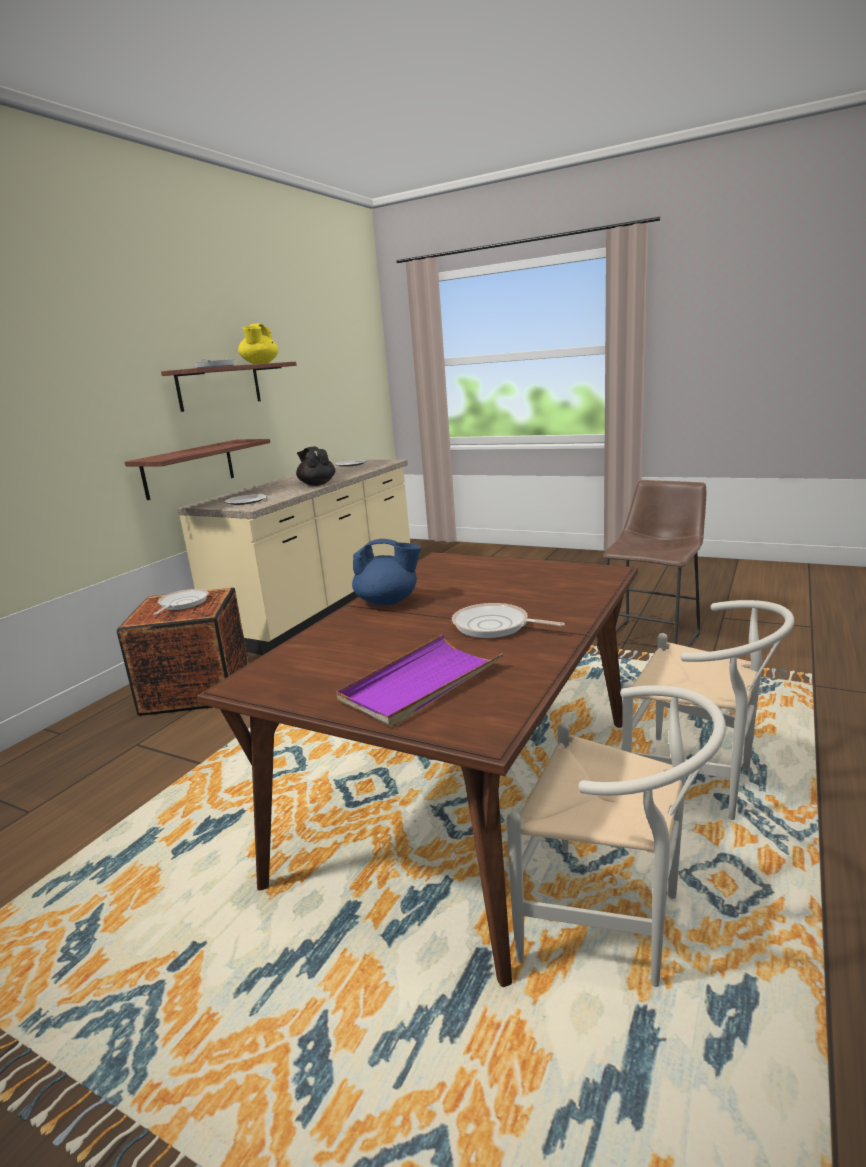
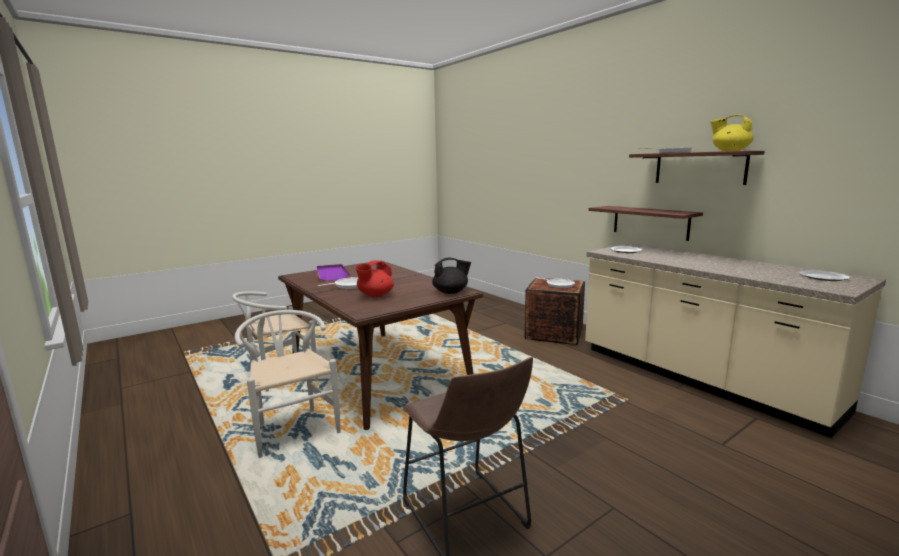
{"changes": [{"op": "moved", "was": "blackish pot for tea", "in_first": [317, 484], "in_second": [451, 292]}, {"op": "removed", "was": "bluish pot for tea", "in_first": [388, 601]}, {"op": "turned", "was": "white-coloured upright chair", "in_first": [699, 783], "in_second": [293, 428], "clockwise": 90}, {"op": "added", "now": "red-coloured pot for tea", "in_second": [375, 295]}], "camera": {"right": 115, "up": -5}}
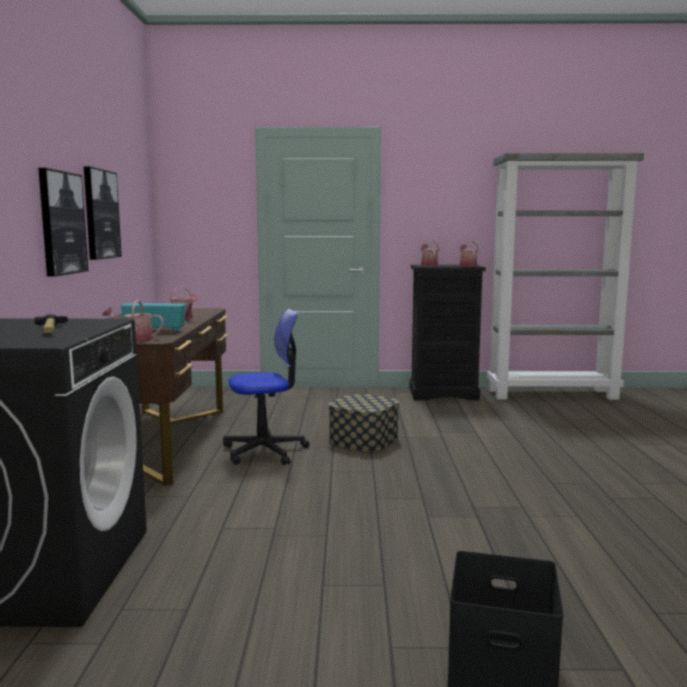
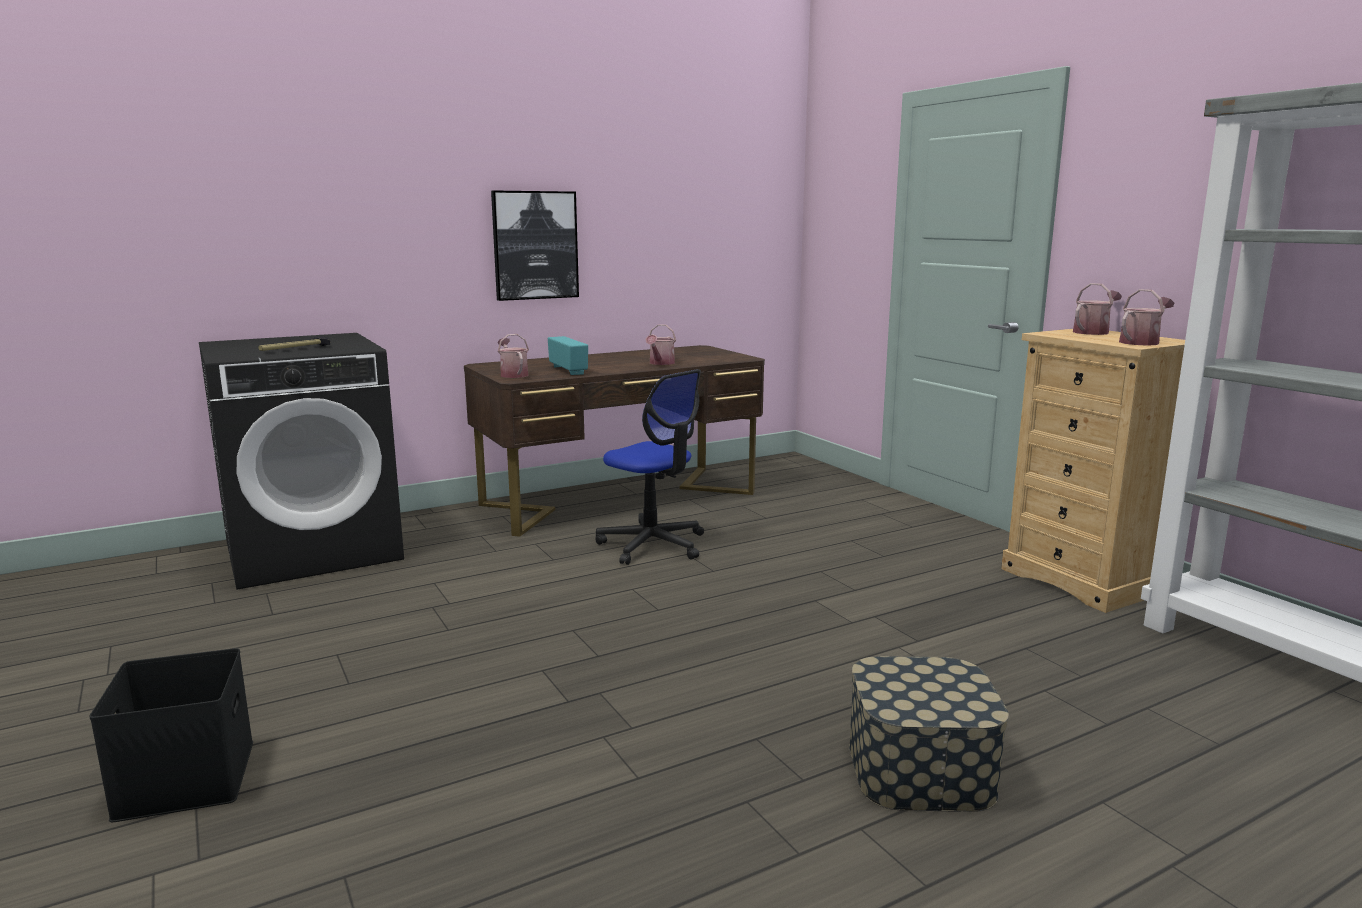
{"changes": [{"op": "removed", "was": "wall art", "in_first": [100, 214]}, {"op": "moved", "was": "storage container", "in_first": [364, 440], "in_second": [920, 768]}, {"op": "recoloured", "was": "blackish chest of drawers", "now": "beige-coloured chest of drawers", "in_first": [443, 394], "in_second": [1081, 581]}], "camera": {"right": 60, "up": 5}}
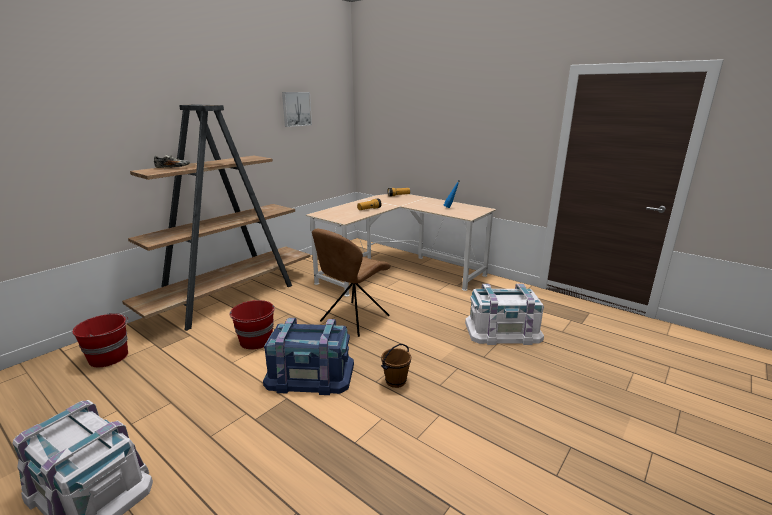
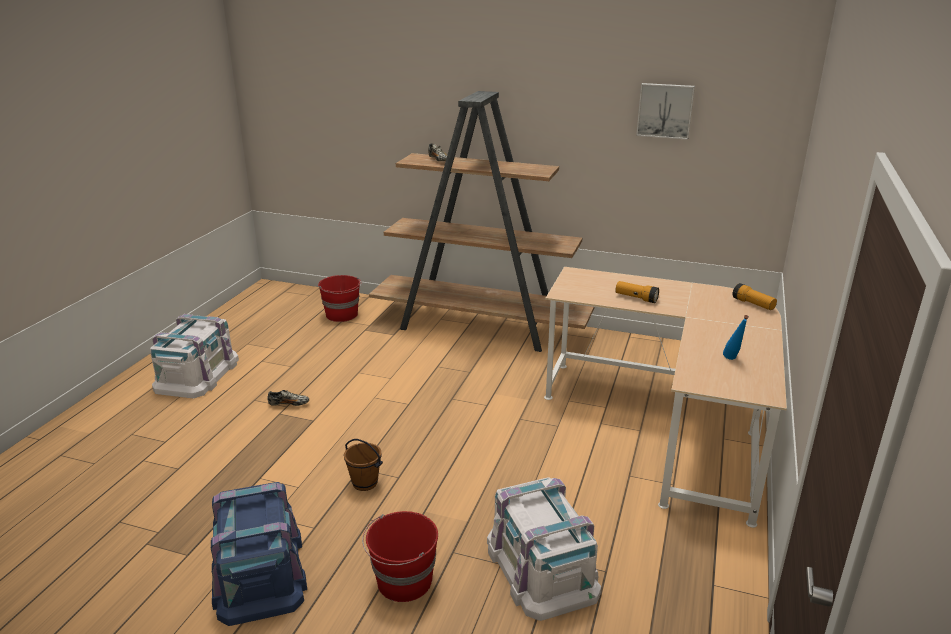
{"changes": [{"op": "moved", "was": "red-coloured pail", "in_first": [256, 340], "in_second": [403, 581]}, {"op": "moved", "was": "bluish storage container", "in_first": [310, 375], "in_second": [258, 572]}, {"op": "removed", "was": "brown-coloured upright chair", "in_first": [353, 319]}, {"op": "added", "now": "shoe", "in_second": [289, 404]}], "camera": {"right": 70, "up": 5}}
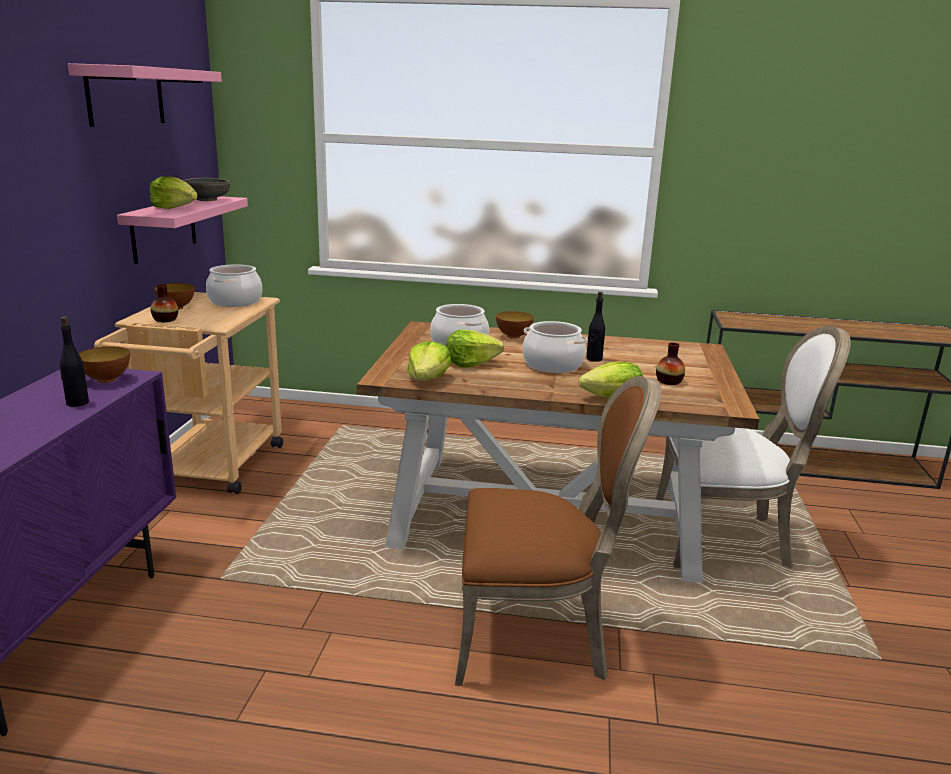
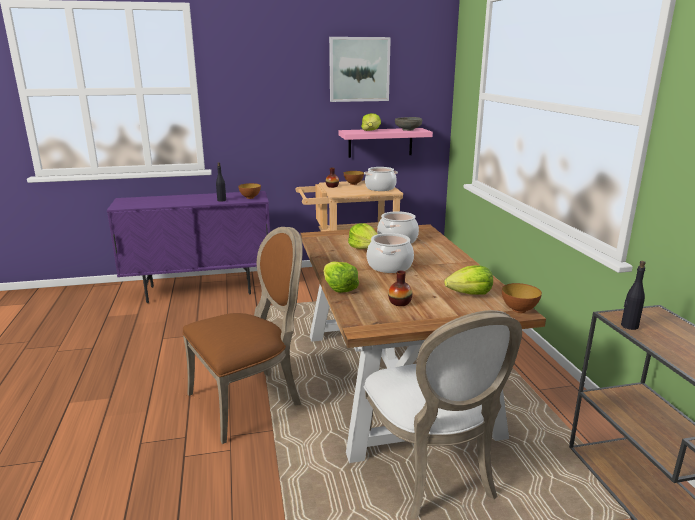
{"changes": [{"op": "replaced", "was": "pinkish shelf", "now": "wall art", "in_first": [125, 96], "in_second": [359, 69]}, {"op": "moved", "was": "lettuce", "in_first": [428, 379], "in_second": [470, 294]}, {"op": "turned", "was": "brown-coloured upright chair", "in_first": [536, 636], "in_second": [250, 400], "clockwise": -105}, {"op": "moved", "was": "deep dish", "in_first": [513, 336], "in_second": [519, 310]}, {"op": "moved", "was": "blackish drink bottle", "in_first": [594, 359], "in_second": [629, 326]}], "camera": {"right": 70, "up": 0}}
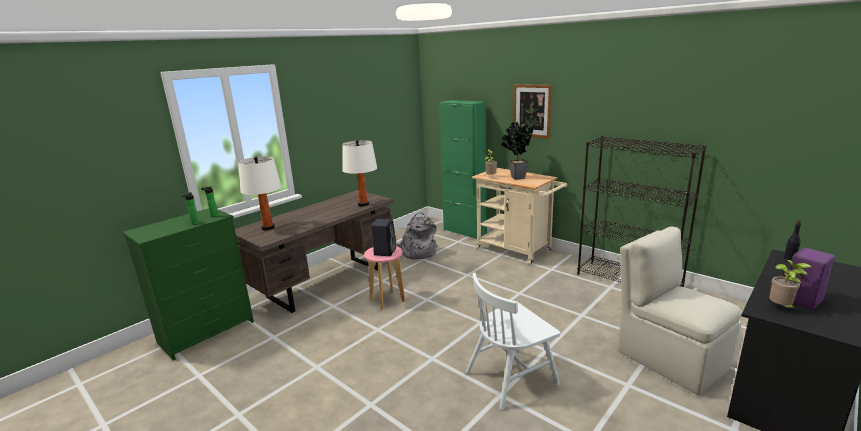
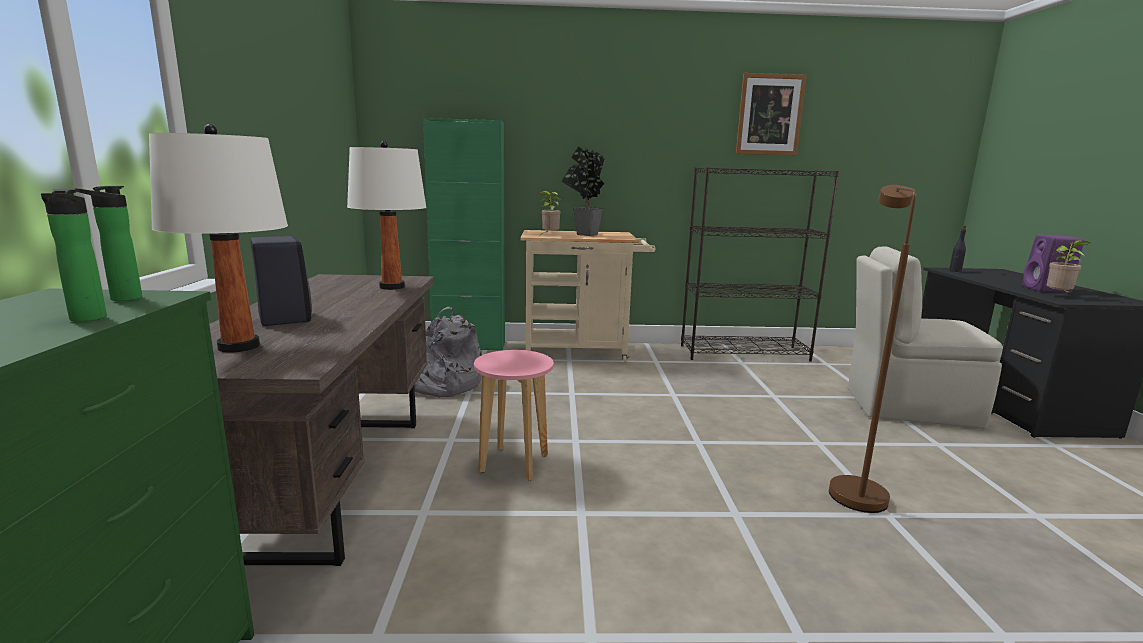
{"changes": [{"op": "moved", "was": "blackish audio speaker", "in_first": [385, 252], "in_second": [284, 318]}, {"op": "replaced", "was": "white-coloured upright chair", "now": "brown-coloured standard lamp", "in_first": [511, 377], "in_second": [855, 489]}, {"op": "moved", "was": "wall art", "in_first": [532, 111], "in_second": [770, 115]}], "camera": {"right": -45, "up": -5}}
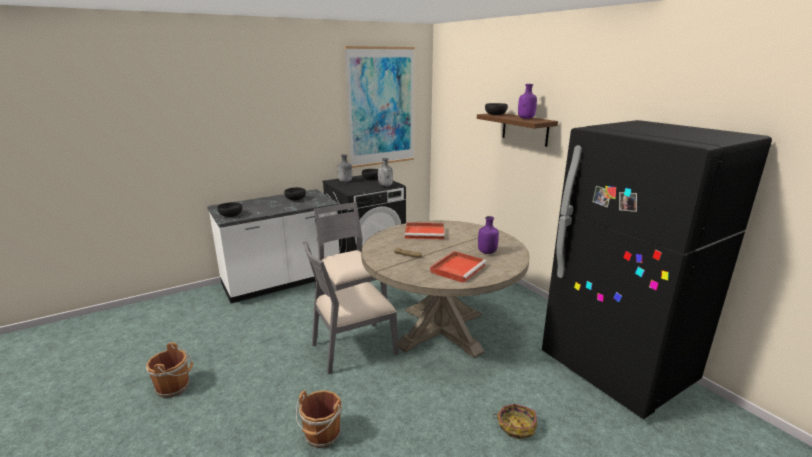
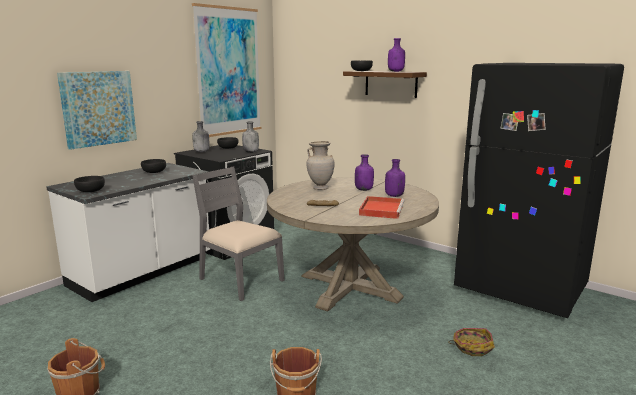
{"changes": [{"op": "removed", "was": "grey upright chair", "in_first": [353, 348]}, {"op": "replaced", "was": "red-coloured serving tray", "now": "beige-coloured decorative vase", "in_first": [425, 233], "in_second": [320, 188]}, {"op": "added", "now": "wall art", "in_second": [98, 108]}, {"op": "added", "now": "purple drink bottle", "in_second": [364, 190]}], "camera": {"right": -20, "up": -5}}
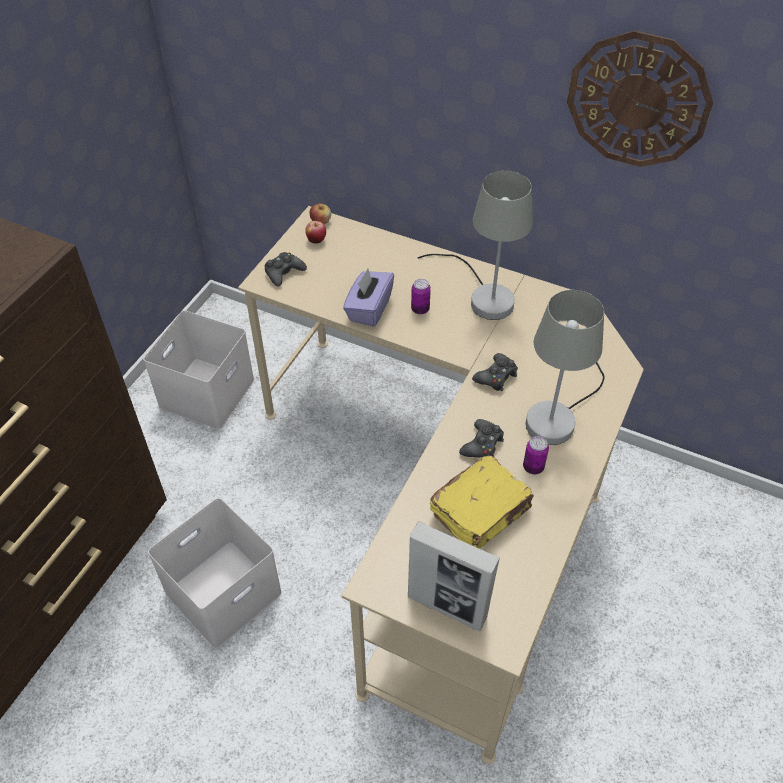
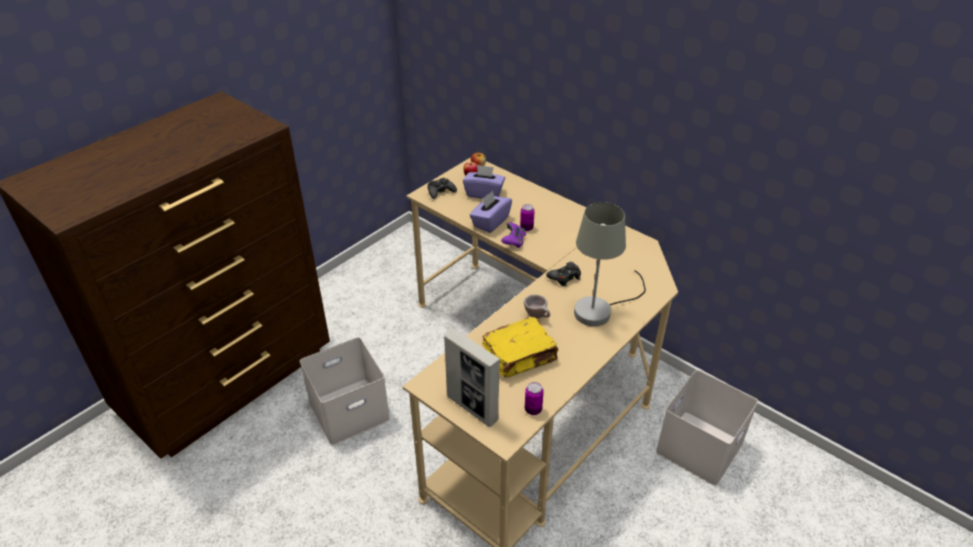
{"changes": [{"op": "moved", "was": "white-coloured storage container", "in_first": [206, 391], "in_second": [698, 446]}, {"op": "removed", "was": "grey lamp for a table", "in_first": [484, 296]}, {"op": "replaced", "was": "blackish gamepad", "now": "beige-coloured small cup", "in_first": [482, 445], "in_second": [538, 316]}, {"op": "moved", "was": "can", "in_first": [533, 467], "in_second": [533, 409]}, {"op": "removed", "was": "hanging clock", "in_first": [638, 100]}, {"op": "added", "now": "purple tissue holder", "in_second": [484, 193]}, {"op": "added", "now": "purple gamepad", "in_second": [513, 242]}], "camera": {"right": 15, "up": -10}}
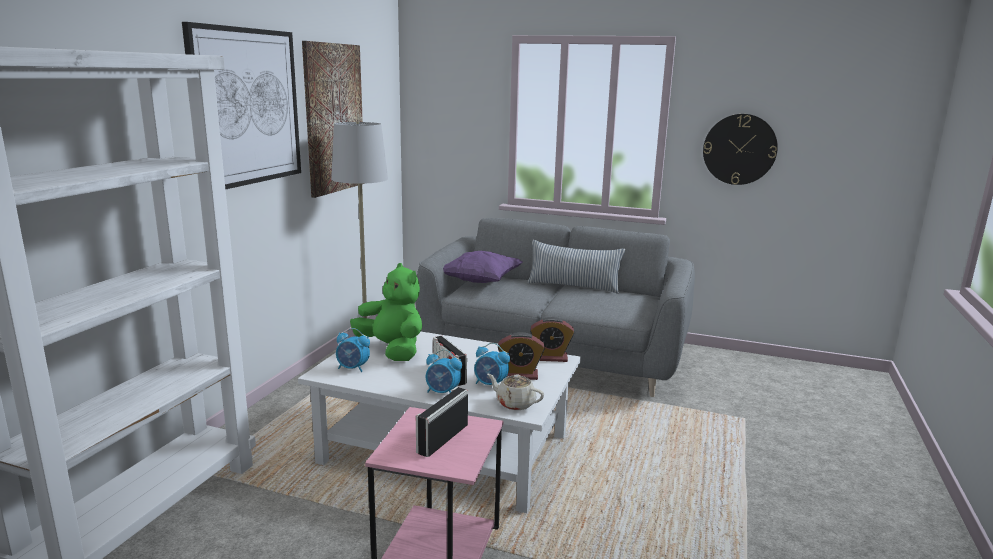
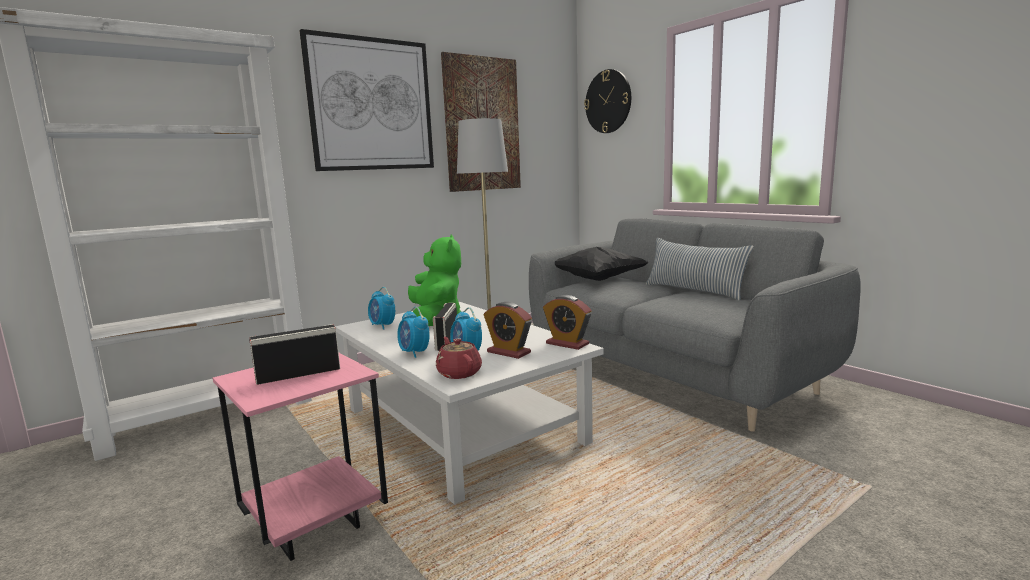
{"changes": [{"op": "recoloured", "was": "purple pillow", "now": "blackish pillow", "in_first": [480, 281], "in_second": [597, 279]}, {"op": "recoloured", "was": "beige-coloured pot for tea", "now": "red-coloured pot for tea", "in_first": [515, 403], "in_second": [459, 373]}, {"op": "moved", "was": "hanging clock", "in_first": [739, 149], "in_second": [608, 101]}], "camera": {"right": 35, "up": -5}}
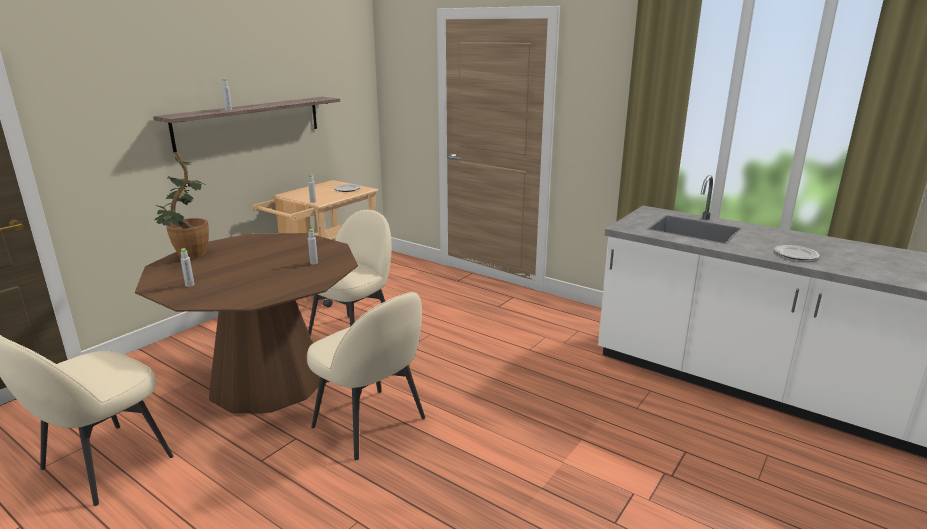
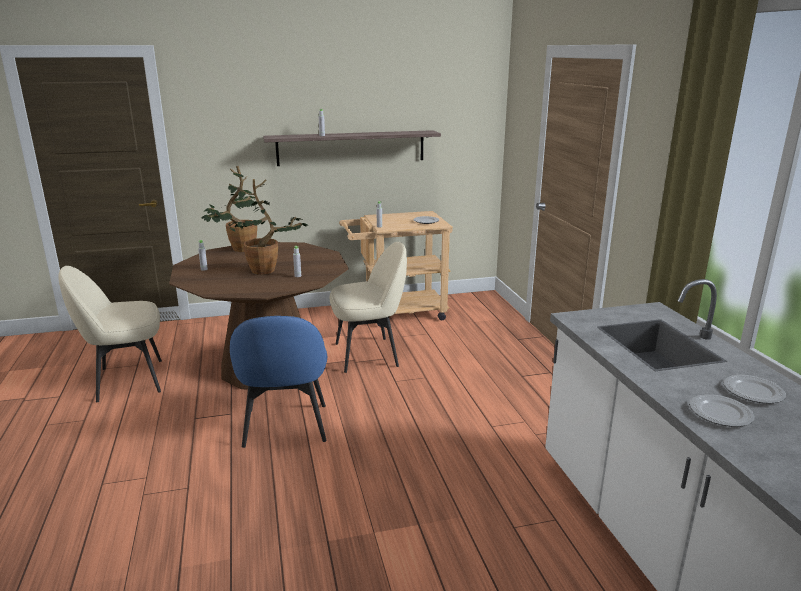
{"changes": [{"op": "recoloured", "was": "beige-coloured upright chair", "now": "bluish upright chair", "in_first": [371, 424], "in_second": [285, 427]}, {"op": "added", "now": "houseplant", "in_second": [269, 270]}, {"op": "added", "now": "plate", "in_second": [752, 392]}], "camera": {"right": 40, "up": 0}}
